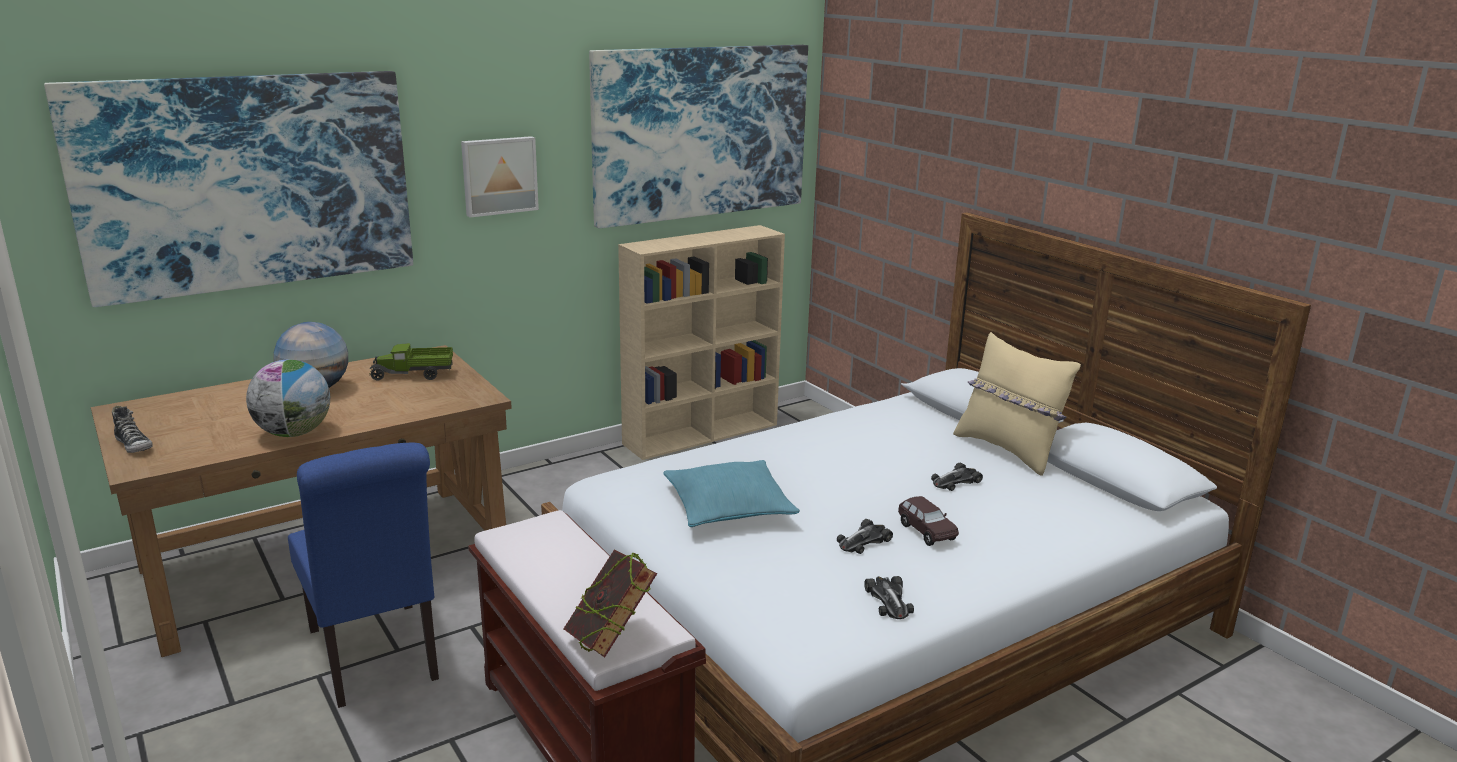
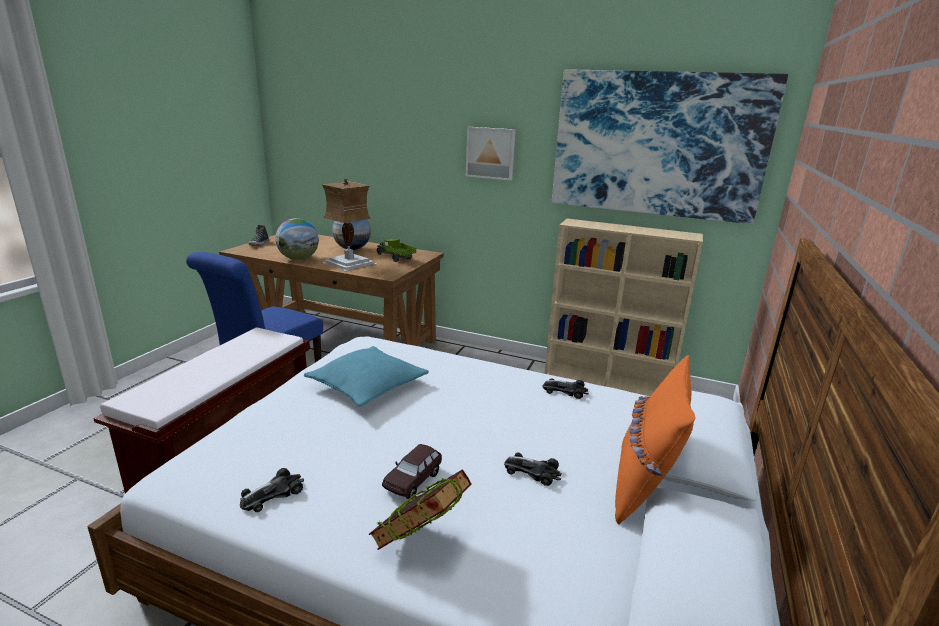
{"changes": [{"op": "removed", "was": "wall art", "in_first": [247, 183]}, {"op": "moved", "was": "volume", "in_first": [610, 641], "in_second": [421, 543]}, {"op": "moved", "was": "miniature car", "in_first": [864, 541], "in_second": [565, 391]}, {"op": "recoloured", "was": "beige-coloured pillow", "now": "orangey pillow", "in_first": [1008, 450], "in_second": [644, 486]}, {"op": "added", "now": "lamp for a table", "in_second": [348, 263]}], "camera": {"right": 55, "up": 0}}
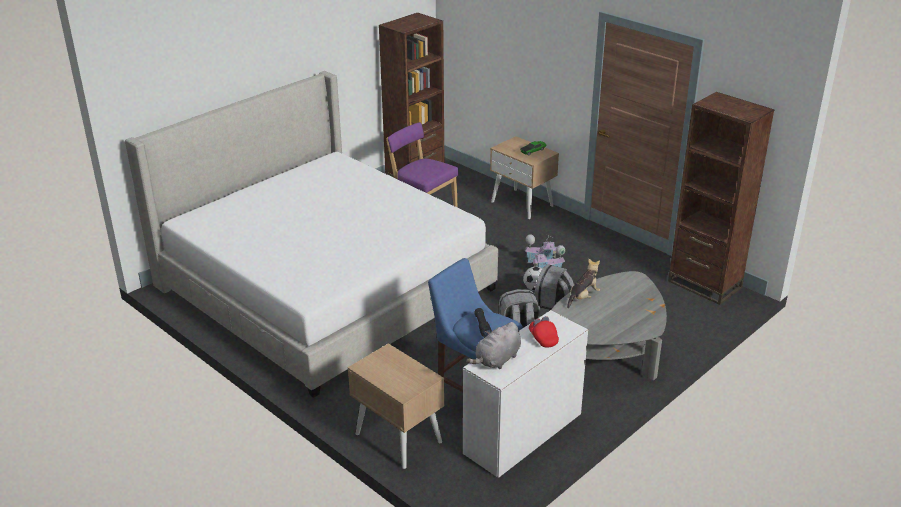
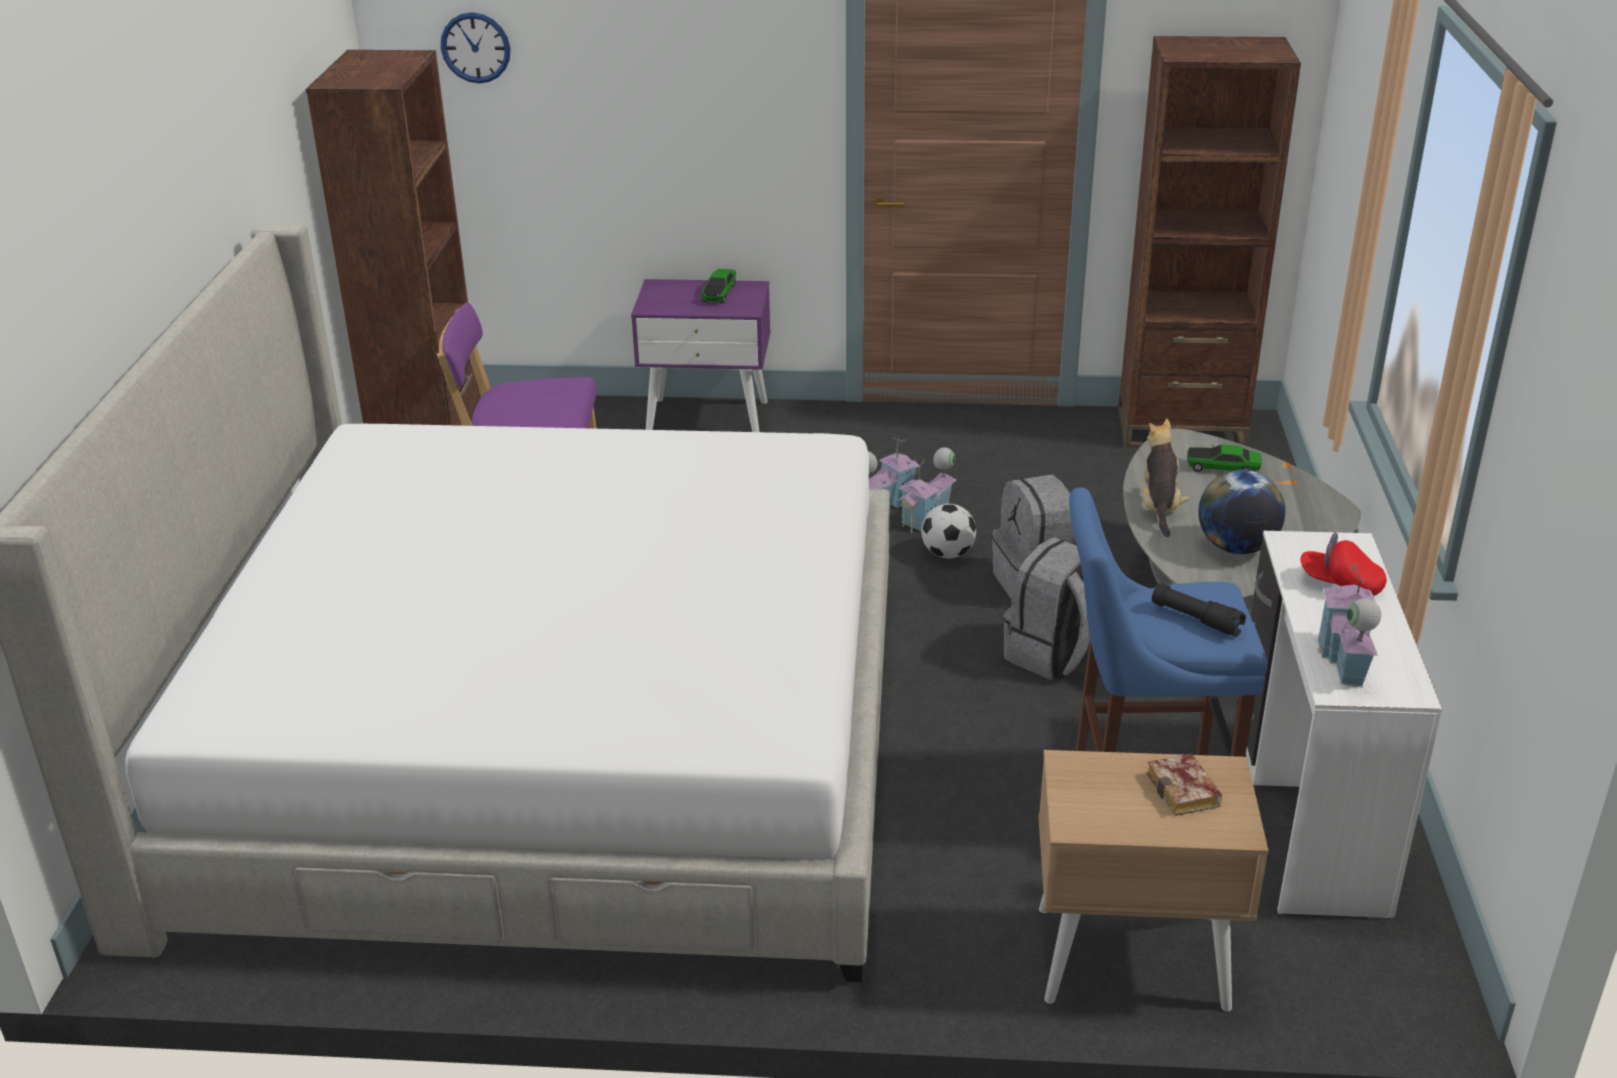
{"changes": [{"op": "replaced", "was": "grey soft toy", "now": "miniature house", "in_first": [497, 360], "in_second": [1344, 661]}, {"op": "recoloured", "was": "beige-coloured nightstand", "now": "purple nightstand", "in_first": [522, 203], "in_second": [708, 418]}, {"op": "added", "now": "hanging clock", "in_second": [475, 47]}, {"op": "added", "now": "volume", "in_second": [1186, 792]}, {"op": "added", "now": "miniature car", "in_second": [1222, 468]}, {"op": "added", "now": "desk globe", "in_second": [1236, 547]}], "camera": {"right": -40, "up": 0}}
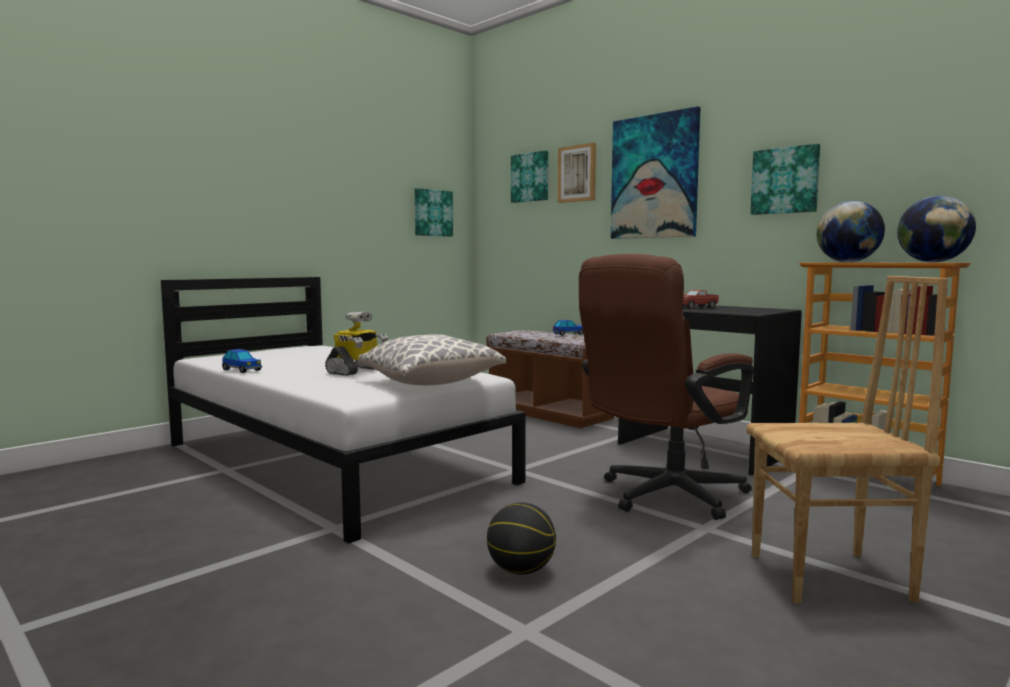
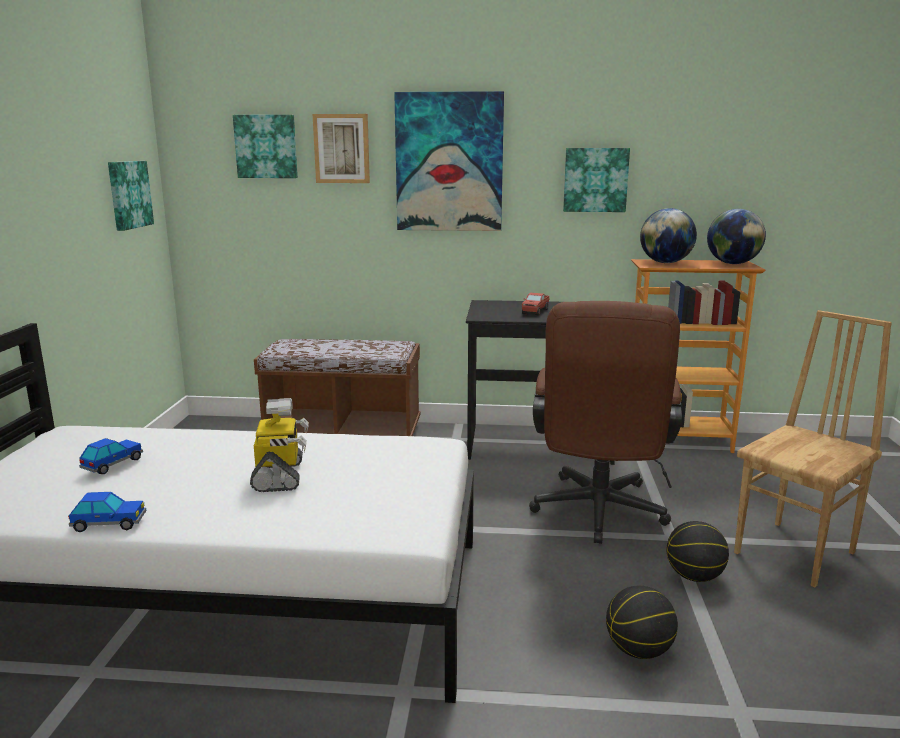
{"changes": [{"op": "removed", "was": "pillow", "in_first": [431, 383]}, {"op": "moved", "was": "miniature car", "in_first": [568, 334], "in_second": [113, 464]}, {"op": "added", "now": "basketball ball", "in_second": [694, 577]}], "camera": {"right": -40, "up": 10}}
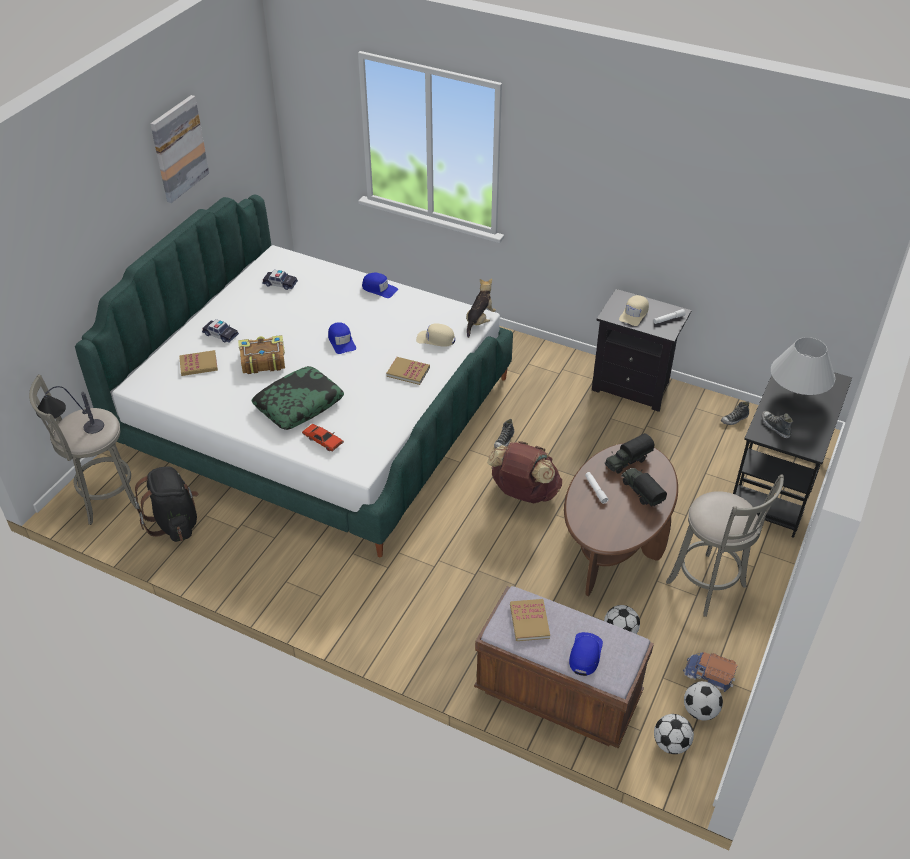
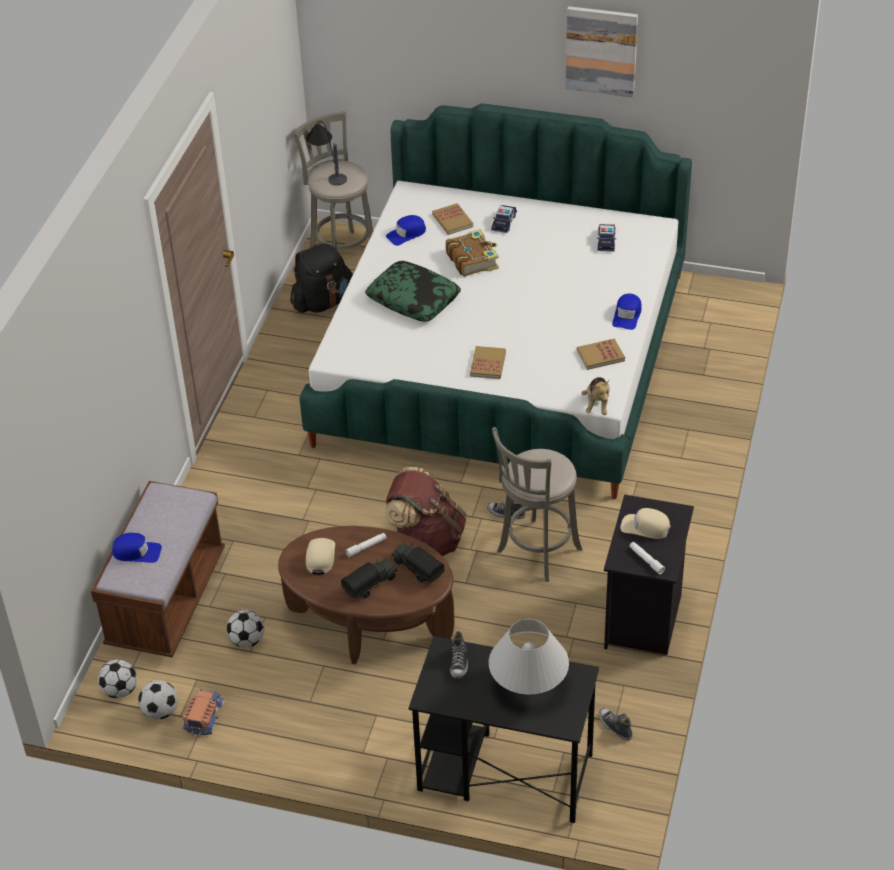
{"changes": [{"op": "removed", "was": "red-coloured miniature car", "in_first": [323, 441]}, {"op": "moved", "was": "bluish peaked cap", "in_first": [341, 341], "in_second": [406, 234]}, {"op": "moved", "was": "beige-coloured peaked cap", "in_first": [435, 339], "in_second": [320, 557]}, {"op": "turned", "was": "soft toy", "in_first": [479, 321], "in_second": [597, 404], "clockwise": 75}, {"op": "moved", "was": "volume", "in_first": [529, 621], "in_second": [600, 355]}, {"op": "moved", "was": "grey stool seat", "in_first": [709, 587], "in_second": [536, 553]}, {"op": "turned", "was": "shoe", "in_first": [775, 427], "in_second": [459, 663], "clockwise": 135}], "camera": {"right": 80, "up": 0}}
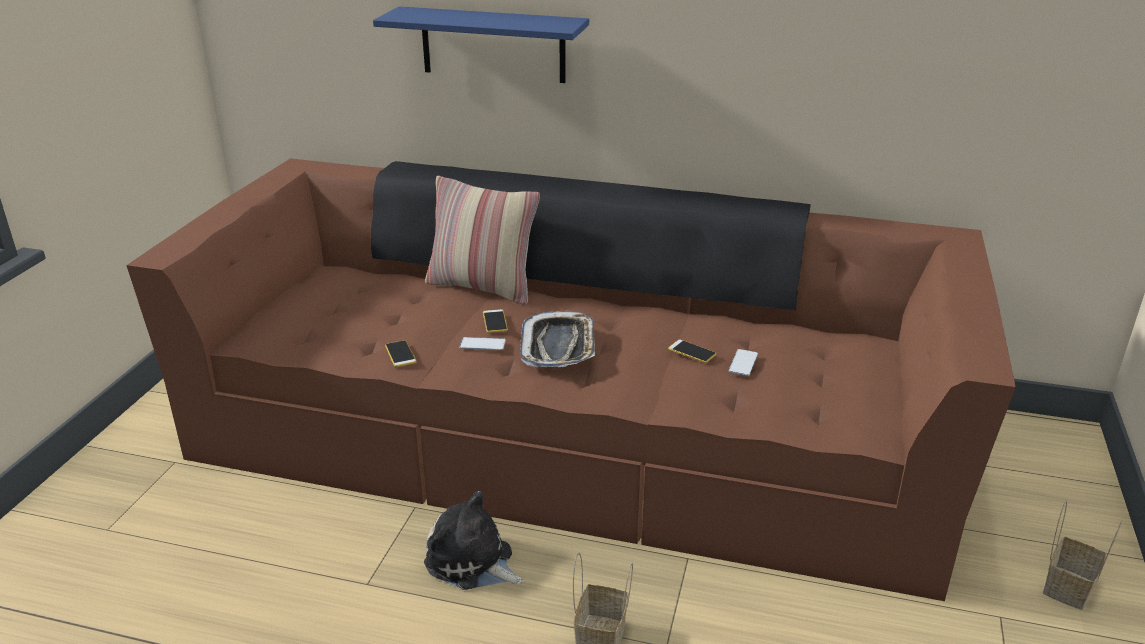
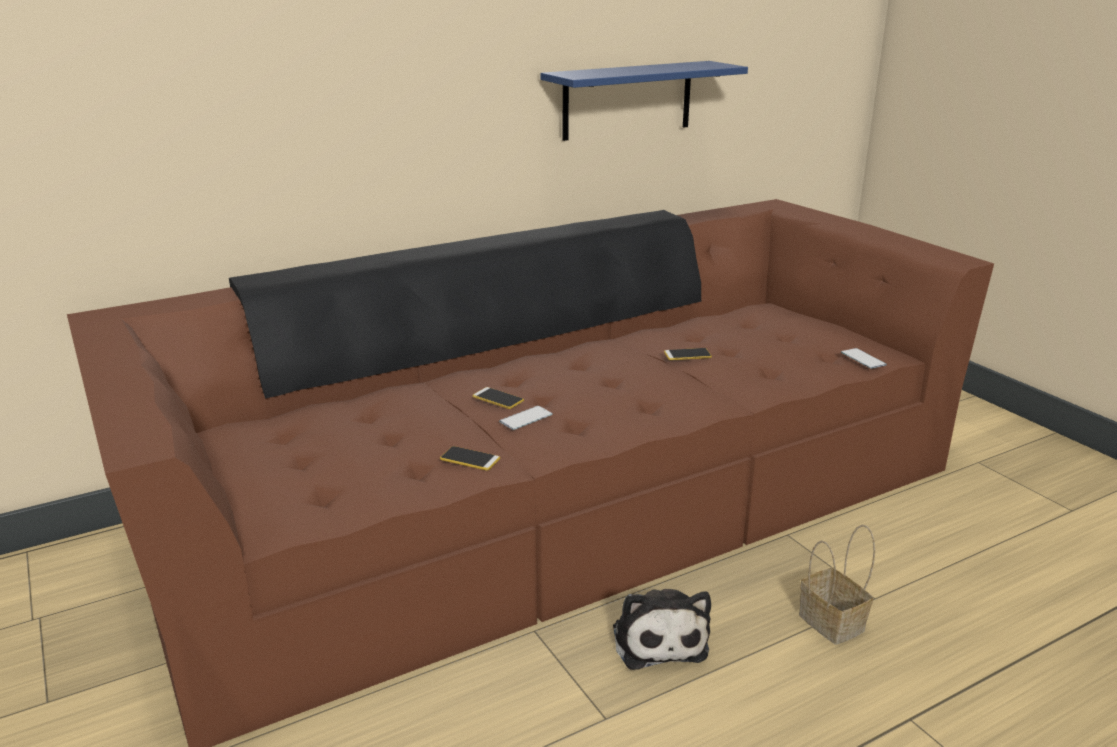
{"changes": [{"op": "moved", "was": "bluish shelf", "in_first": [493, 45], "in_second": [627, 100]}, {"op": "turned", "was": "soft toy", "in_first": [472, 562], "in_second": [658, 638], "clockwise": -90}, {"op": "removed", "was": "pillow", "in_first": [482, 287]}, {"op": "removed", "was": "serving tray", "in_first": [559, 346]}, {"op": "moved", "was": "telephone", "in_first": [743, 363], "in_second": [863, 359]}, {"op": "removed", "was": "basket", "in_first": [1067, 586]}], "camera": {"right": -45, "up": -5}}
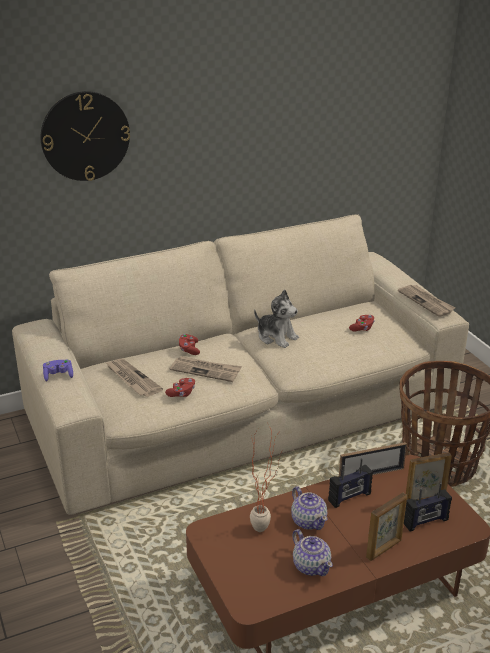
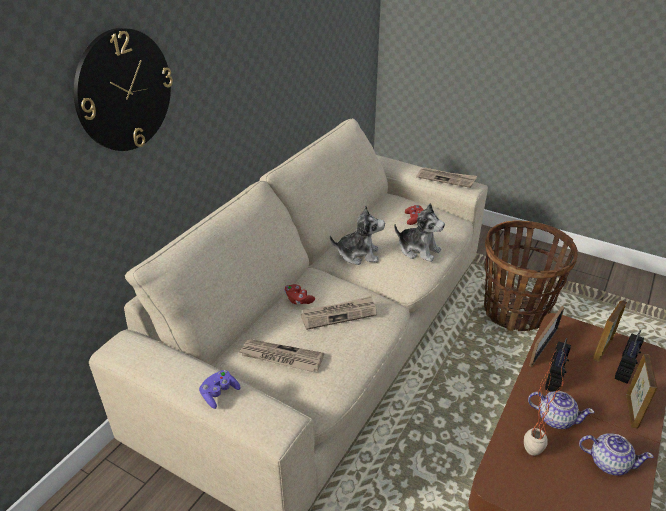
{"changes": [{"op": "removed", "was": "red-coloured gamepad", "in_first": [181, 393]}, {"op": "added", "now": "soft toy", "in_second": [418, 250]}], "camera": {"right": -35, "up": 5}}
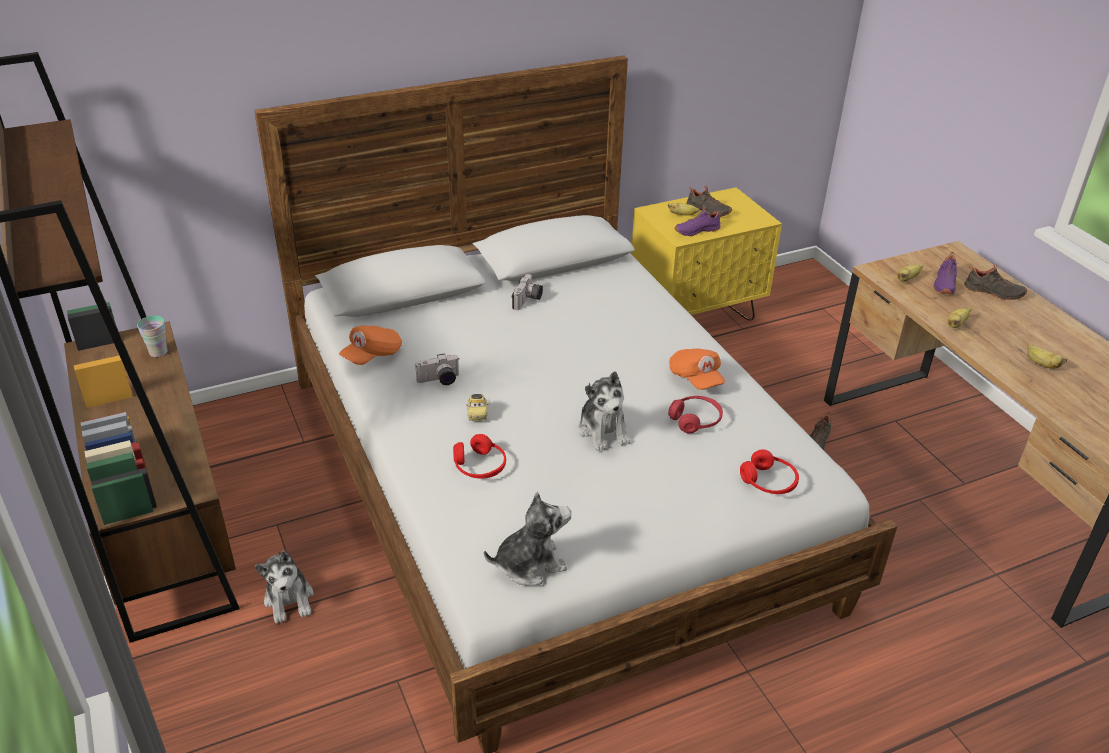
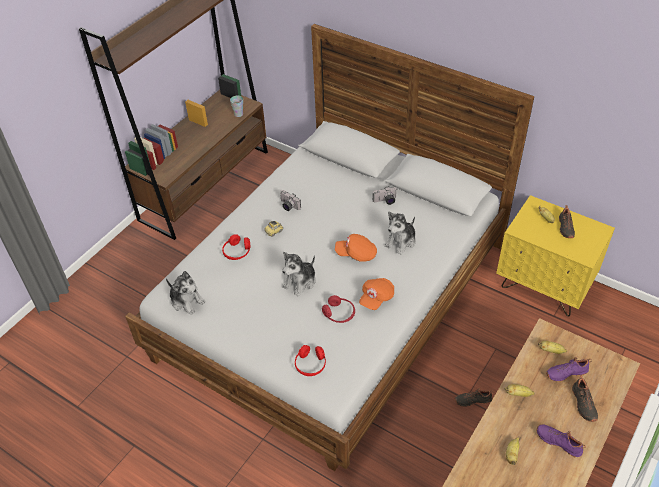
{"changes": [{"op": "moved", "was": "soft toy", "in_first": [289, 599], "in_second": [401, 241]}, {"op": "moved", "was": "orangey peaked cap", "in_first": [372, 355], "in_second": [356, 254]}, {"op": "moved", "was": "purple shoe", "in_first": [696, 230], "in_second": [559, 441]}], "camera": {"right": 60, "up": 10}}
